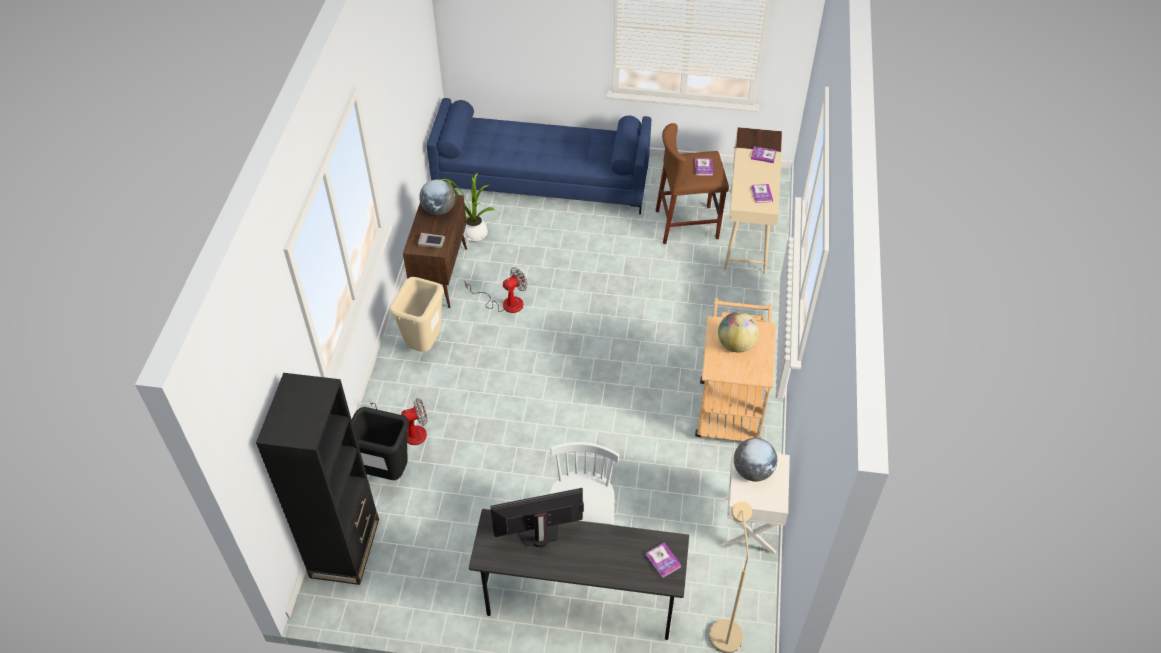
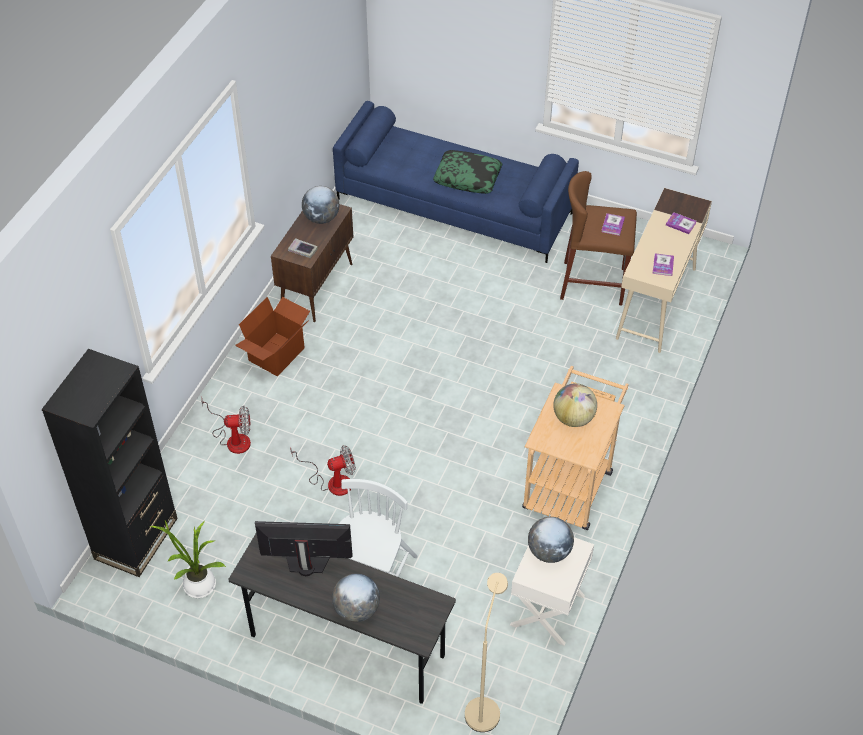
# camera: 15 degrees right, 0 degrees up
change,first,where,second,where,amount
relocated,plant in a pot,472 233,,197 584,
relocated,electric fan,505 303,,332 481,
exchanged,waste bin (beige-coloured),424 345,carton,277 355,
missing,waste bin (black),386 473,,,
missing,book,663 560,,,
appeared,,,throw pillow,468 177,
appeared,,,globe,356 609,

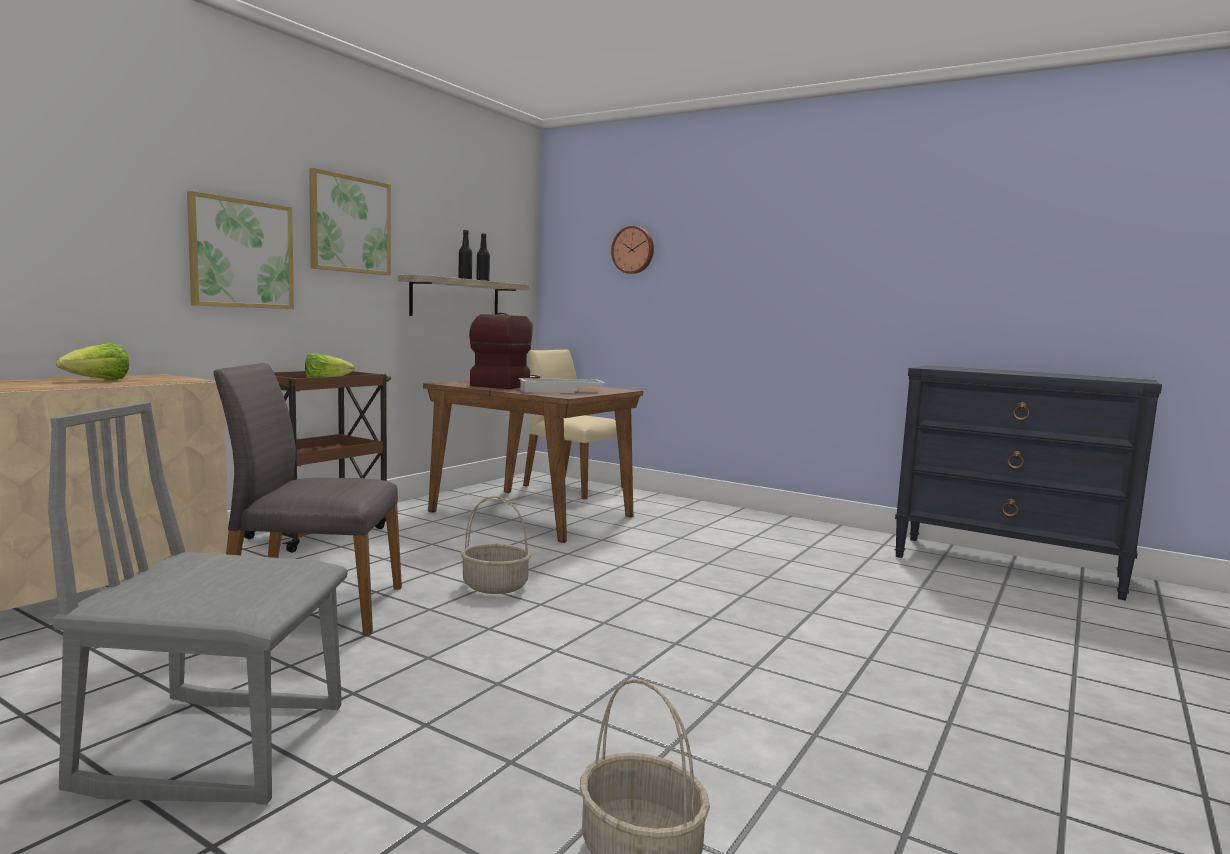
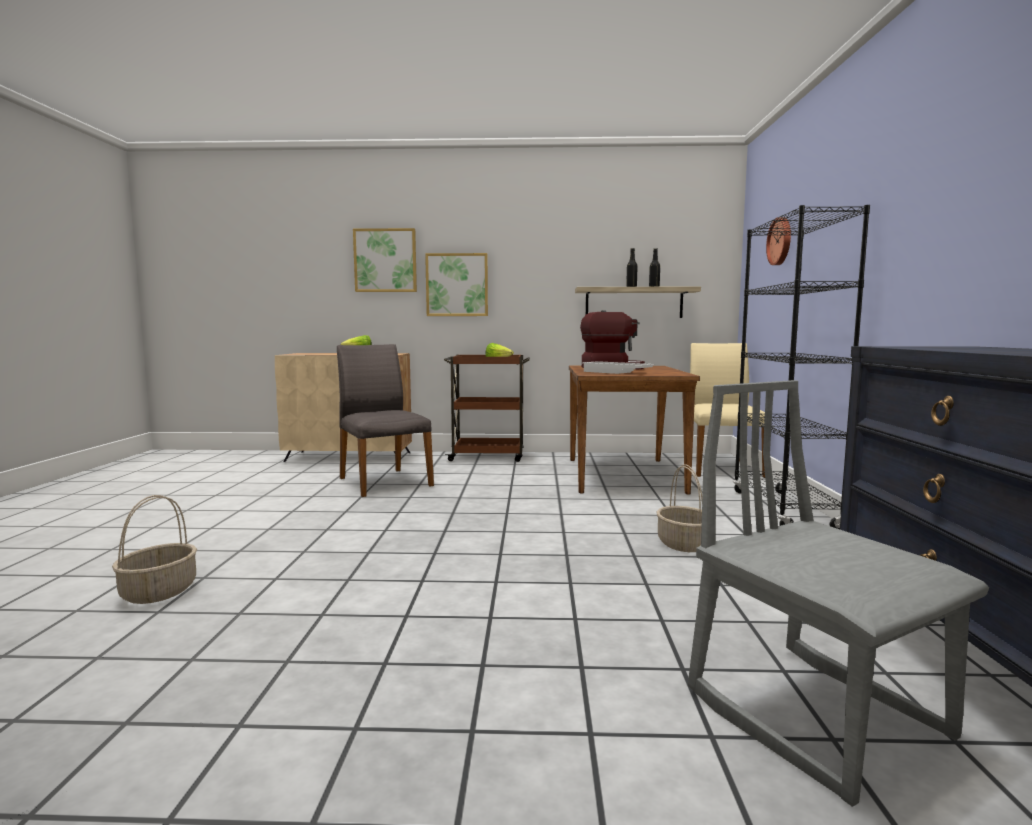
# camera: 60 degrees right, 0 degrees up
change,first,where,second,where,amount
relocated,wall art,350 224,,385 260,
relocated,upright chair (grey),217 746,,817 713,
relocated,storage basket,496 586,,684 544,
appeared,,,bookshelf (black),783 510,

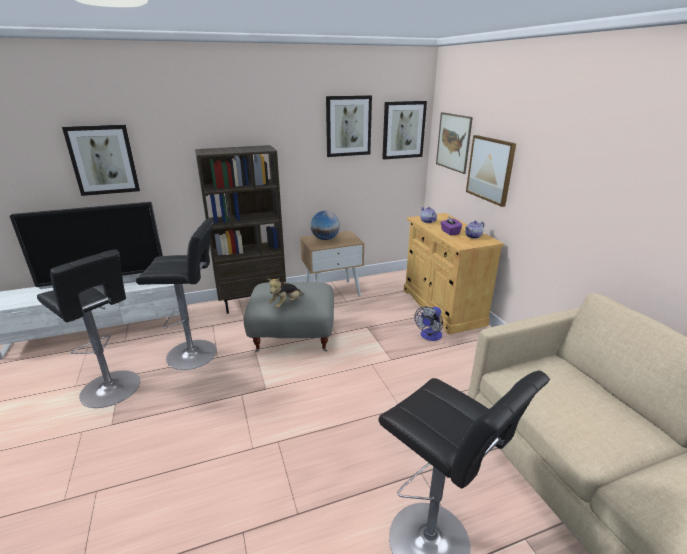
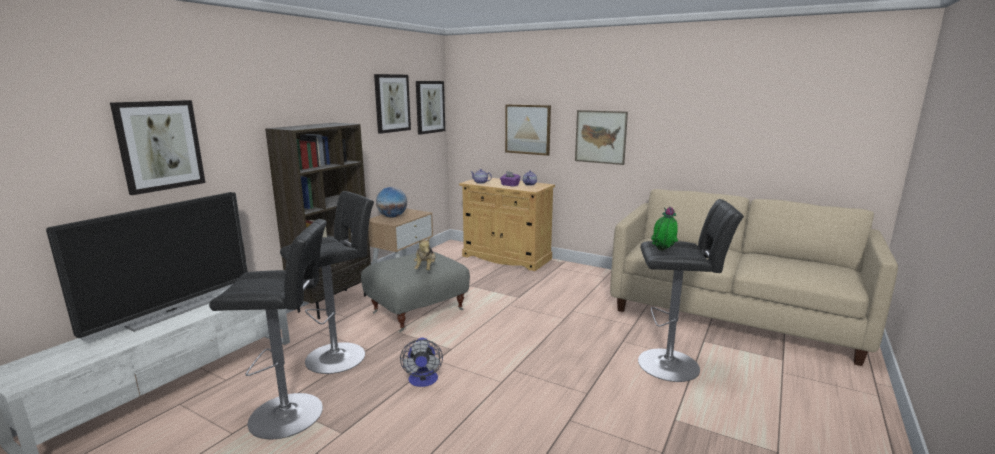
# camera: 40 degrees left, 10 degrees down
change,first,where,second,where,amount
relocated,wall art,453 142,,600 137,
relocated,electric fan,429 336,,423 381,
appeared,,,plant in a pot,663 251,

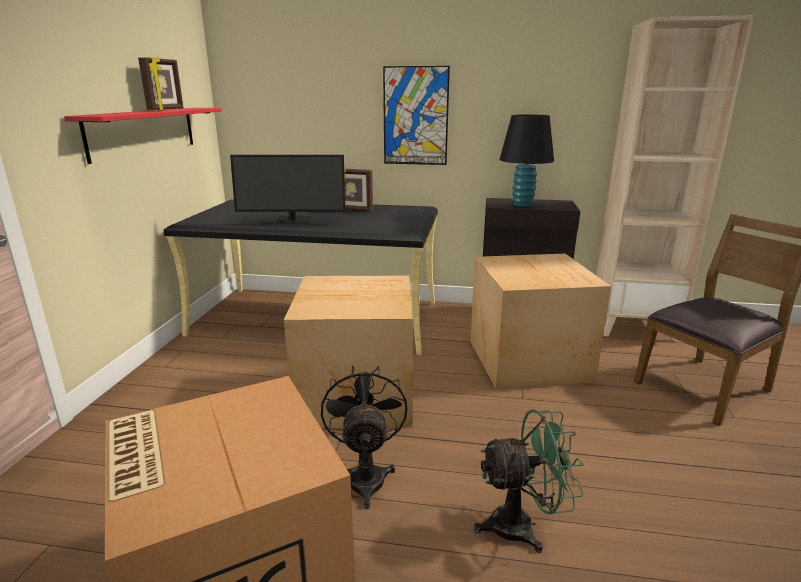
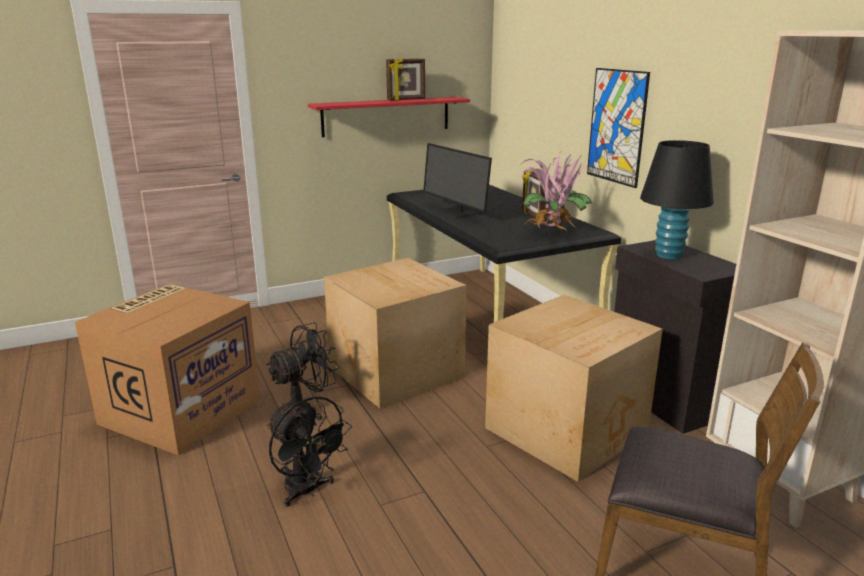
# camera: 55 degrees right, 0 degrees up
change,first,where,second,where,amount
colour,electric fan (green),522 526,electric fan (black),307 491,
appeared,,,plant in a pot,551 233,

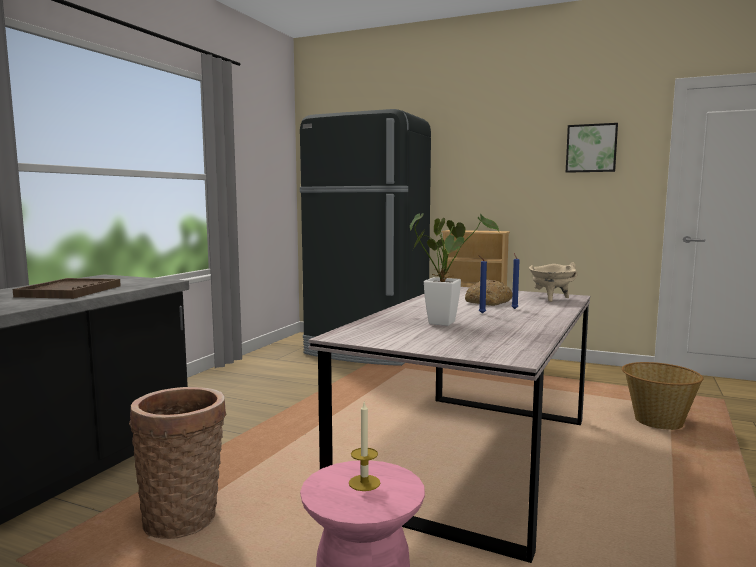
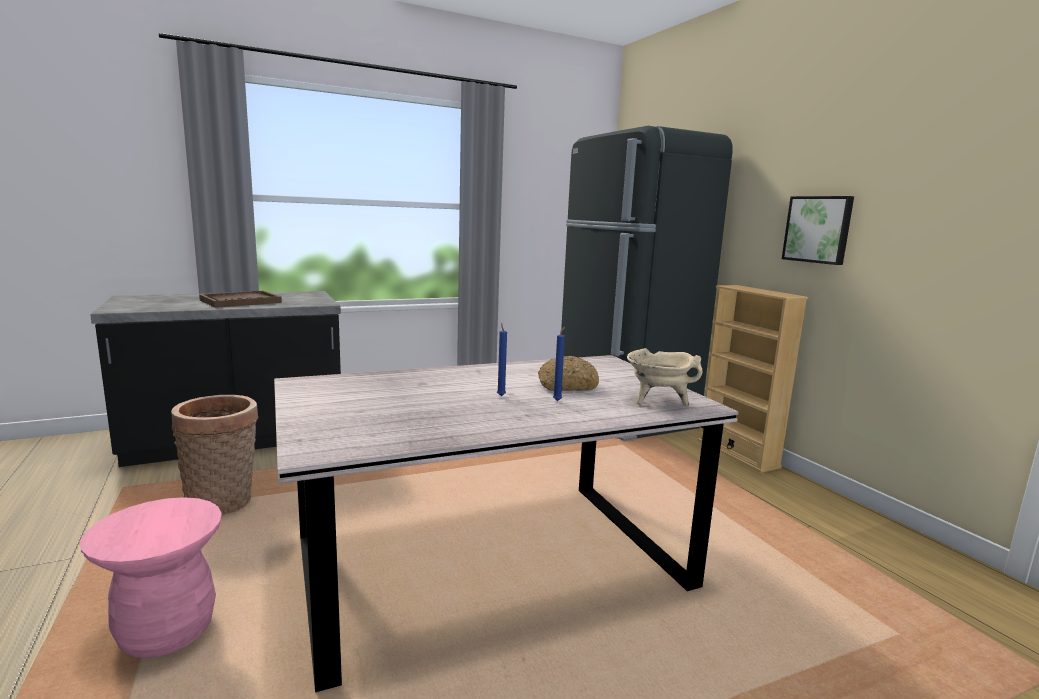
# camera: 40 degrees right, 5 degrees up
change,first,where,second,where,amount
relocated,wall art,591 148,,818 229,
missing,plant in a pot,444 322,,,
missing,storage basket,657 421,,,
missing,wax light,364 483,,,

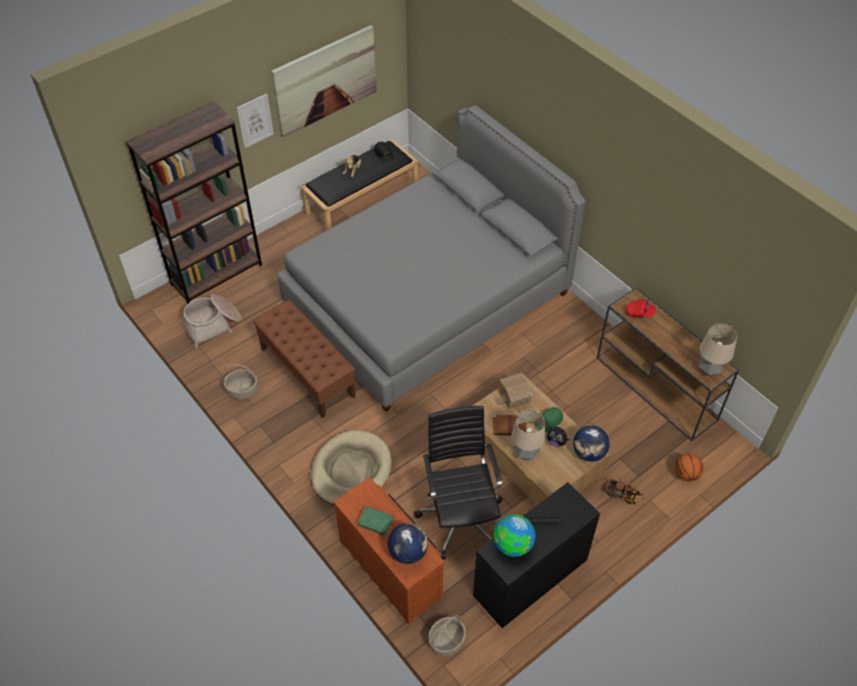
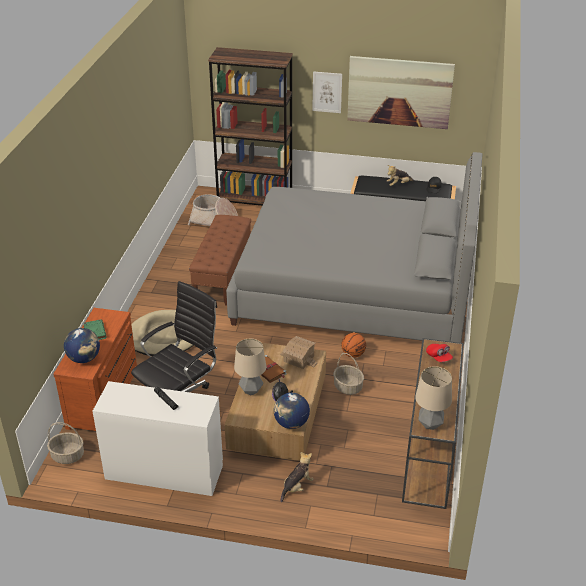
# camera: 50 degrees right, 15 degrees down
change,first,where,second,where,amount
relocated,storage basket,242 390,,347 387,
missing,baseball cap (green),548 421,,,
relocated,ball for basketball,686 474,,353 354,
exchanged,toy truck,623 496,plush toy,297 487,
colour,desk (black),530 578,desk (white),164 472,
missing,globe,513 545,,,

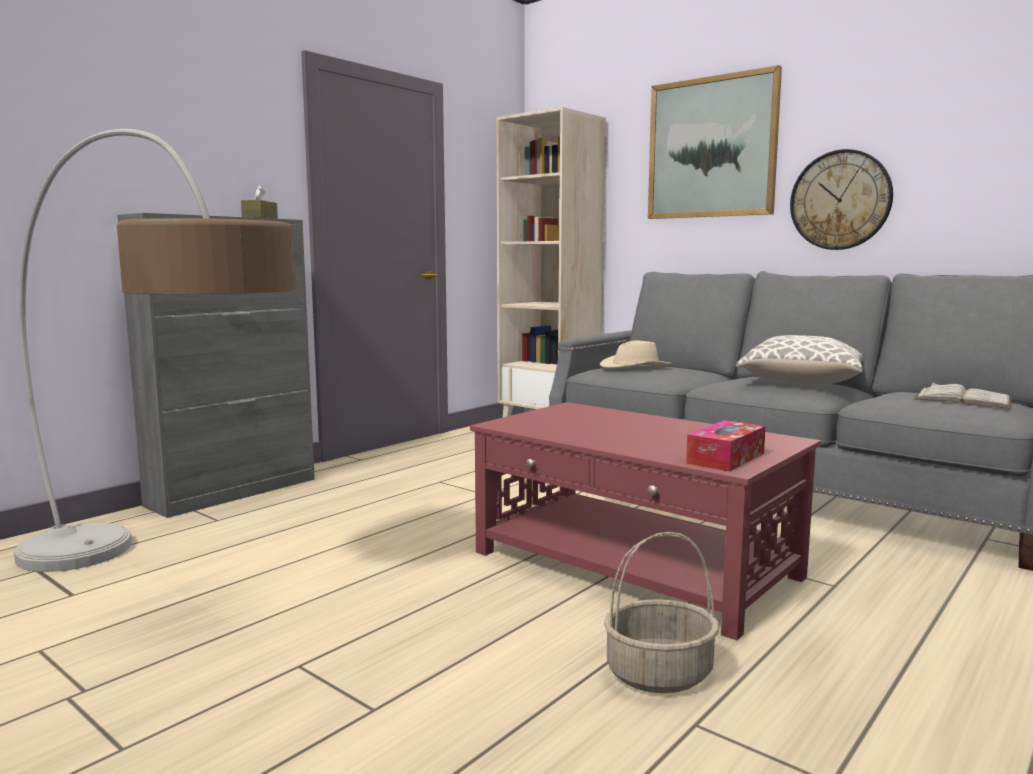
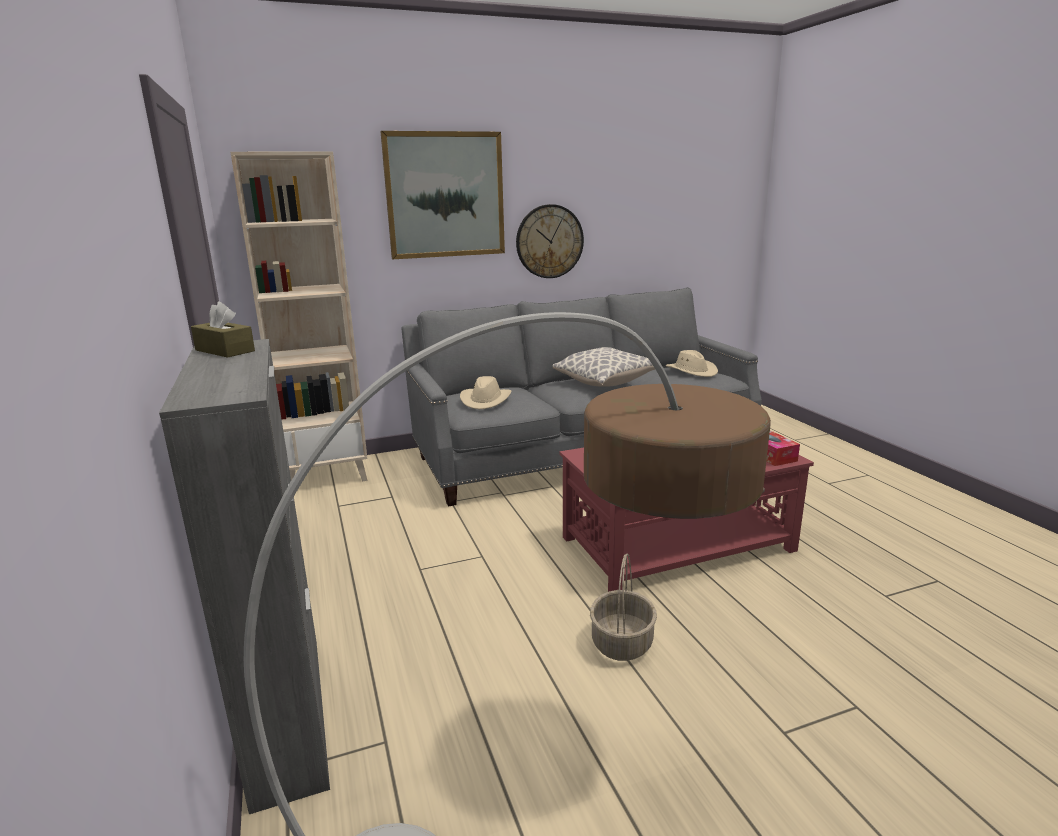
# camera: 60 degrees left, 10 degrees up
change,first,where,second,where,amount
exchanged,book (white),962 399,clothing hat (beige-coloured),692 371,
relocated,storage basket,658 674,,622 643,

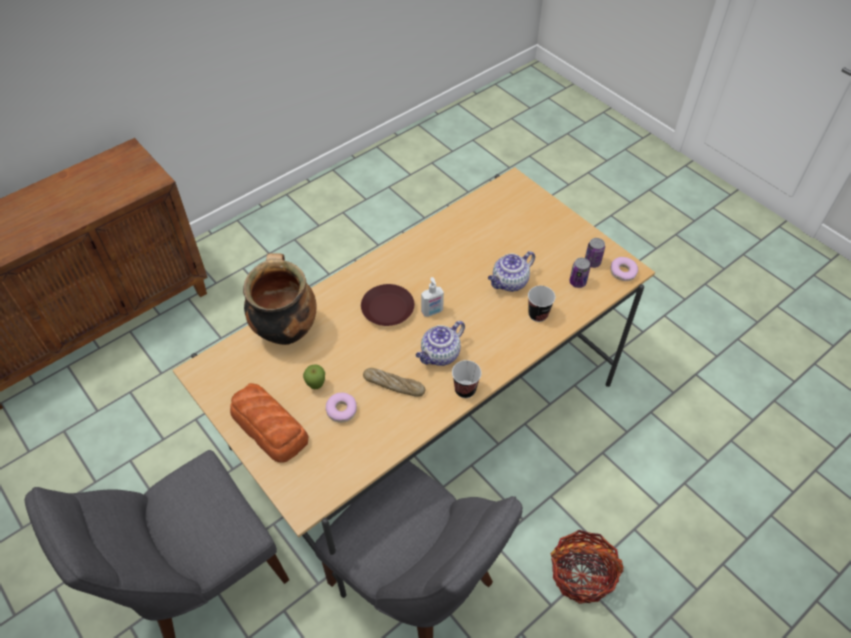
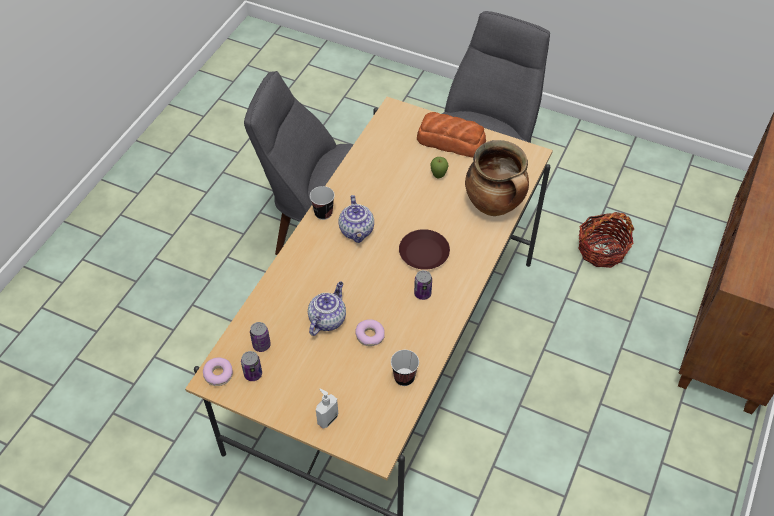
# camera: 155 degrees right, 0 degrees up
change,first,where,second,where,amount
relocated,soap dispenser,432 312,,327 419,
relocated,small cup,538 314,,404 377,
spun,pot for tea,440 355,,357 231,150 degrees clockwise
missing,bread,394 385,,,
relocated,donut,341 410,,370 336,
relocated,storage basket,581 574,,601 250,
appeared,,,metal can,422 293,

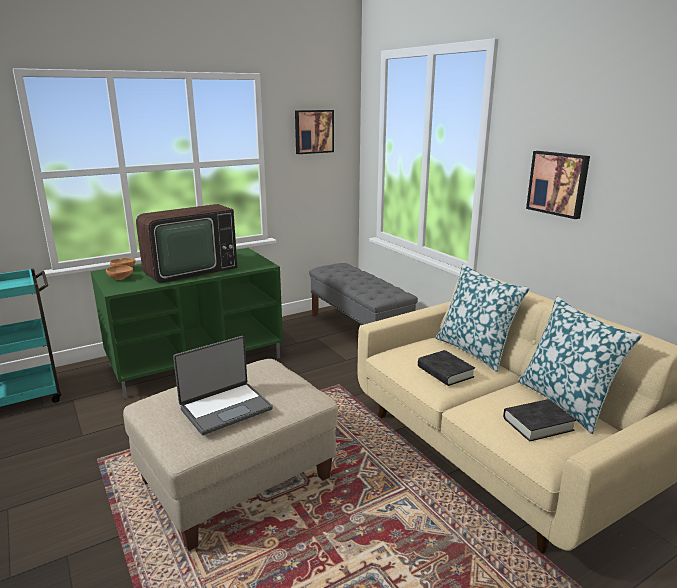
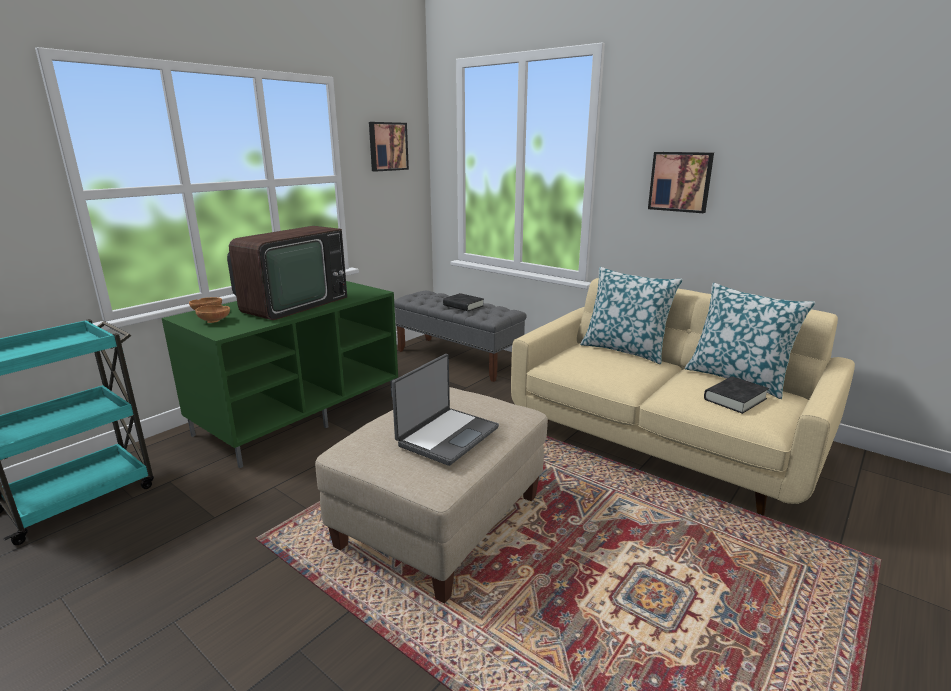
# camera: 20 degrees left, 0 degrees up
change,first,where,second,where,amount
relocated,book (black),445 372,,463 306,

